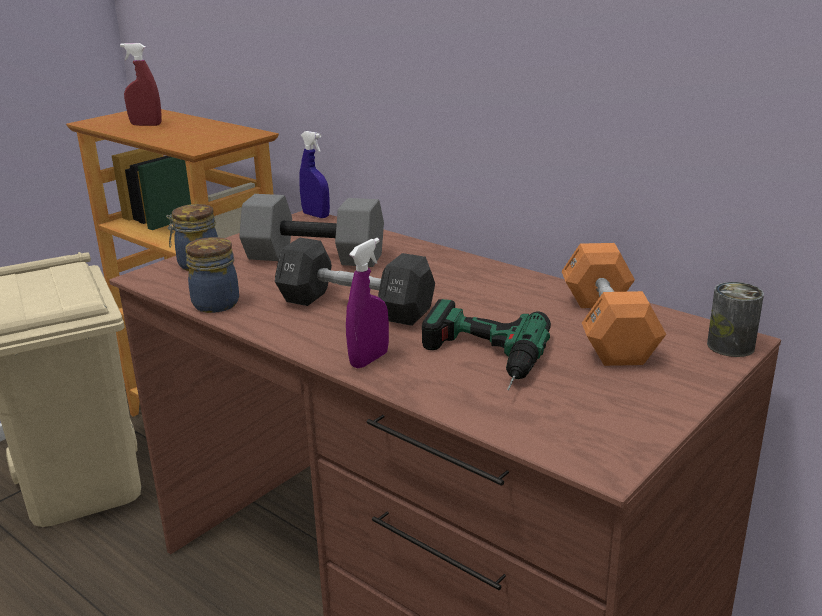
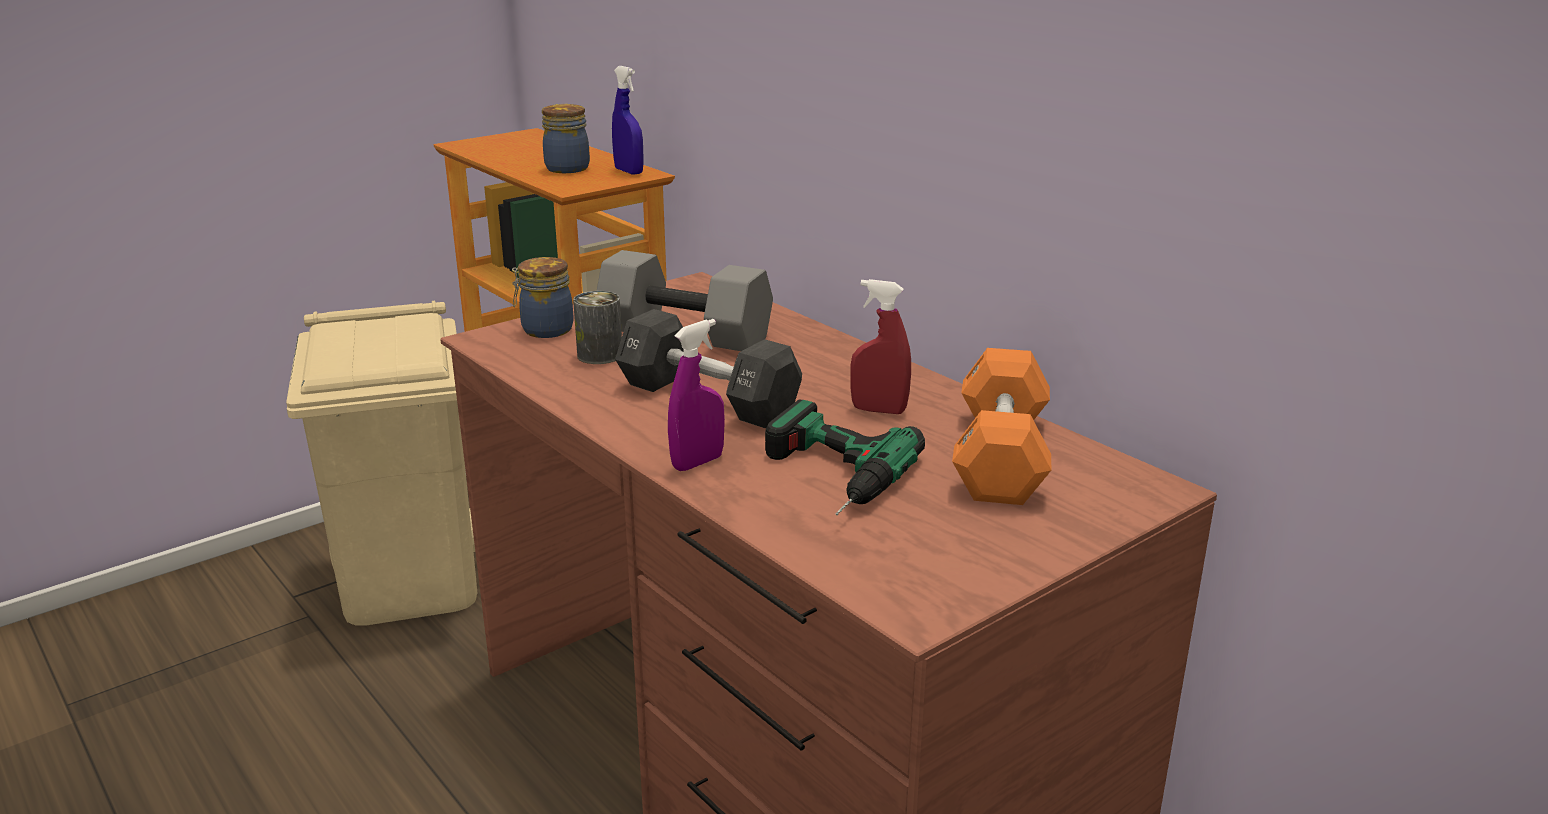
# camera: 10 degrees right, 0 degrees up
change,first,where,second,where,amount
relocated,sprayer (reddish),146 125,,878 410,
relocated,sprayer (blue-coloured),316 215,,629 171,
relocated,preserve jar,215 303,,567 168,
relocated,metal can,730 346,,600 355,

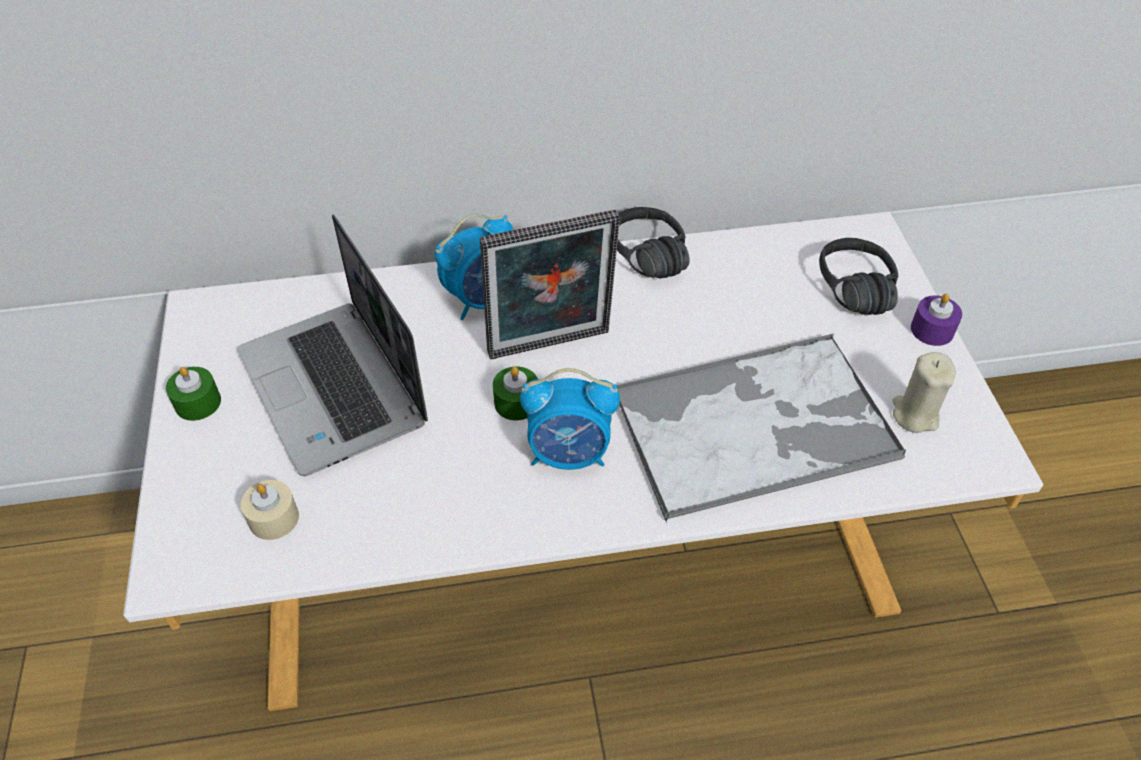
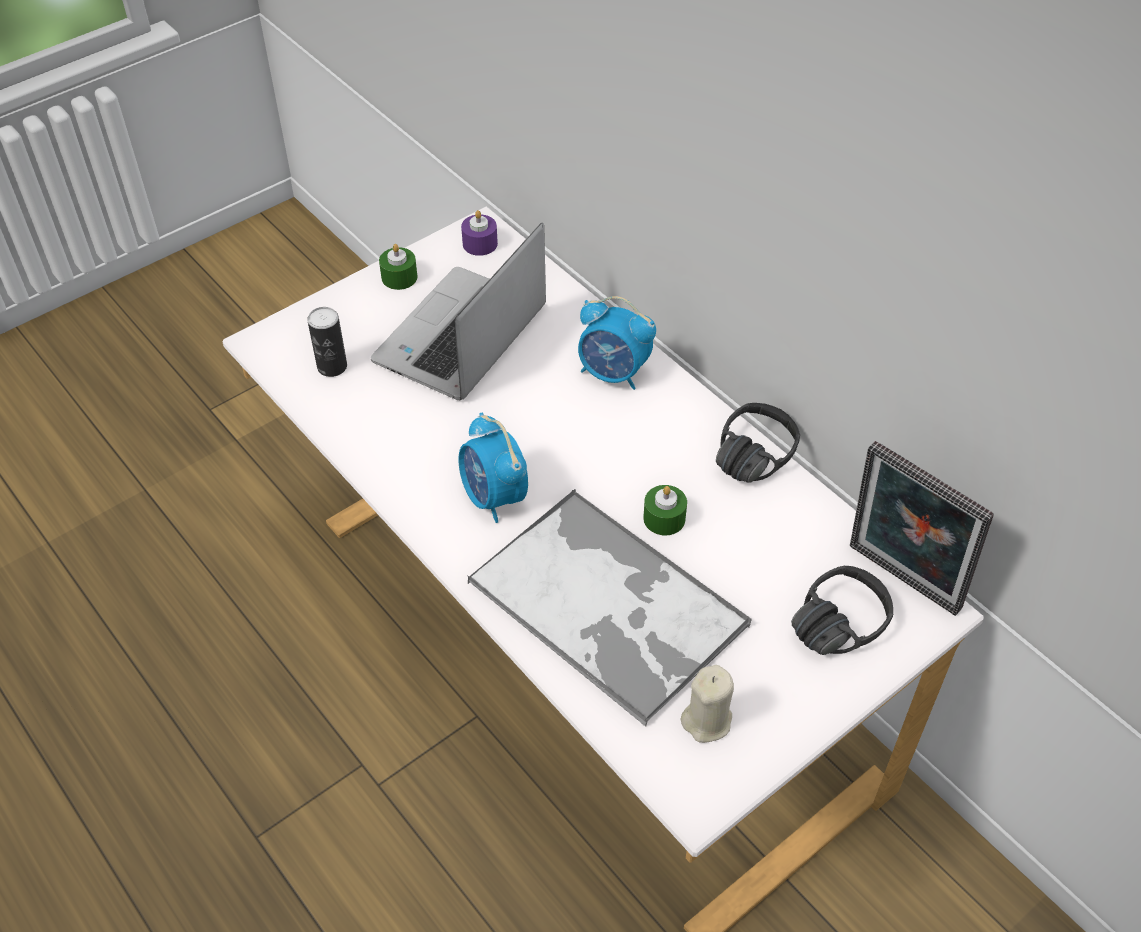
# camera: 60 degrees right, 0 degrees up
change,first,where,second,where,amount
relocated,standing frame,550 348,,899 582,
relocated,wax light (purplish),932 330,,480 244,
relocated,wax light (green),516 402,,664 518,
exchanged,wax light (beige-coloured),274 518,metal can,332 366,

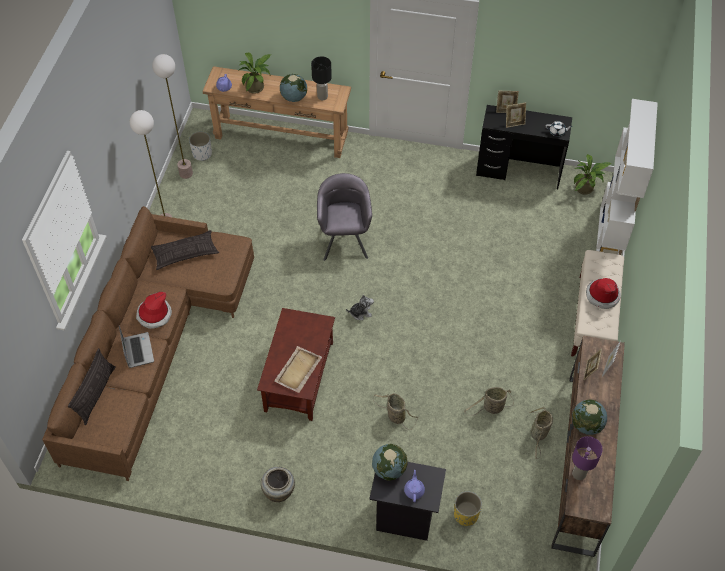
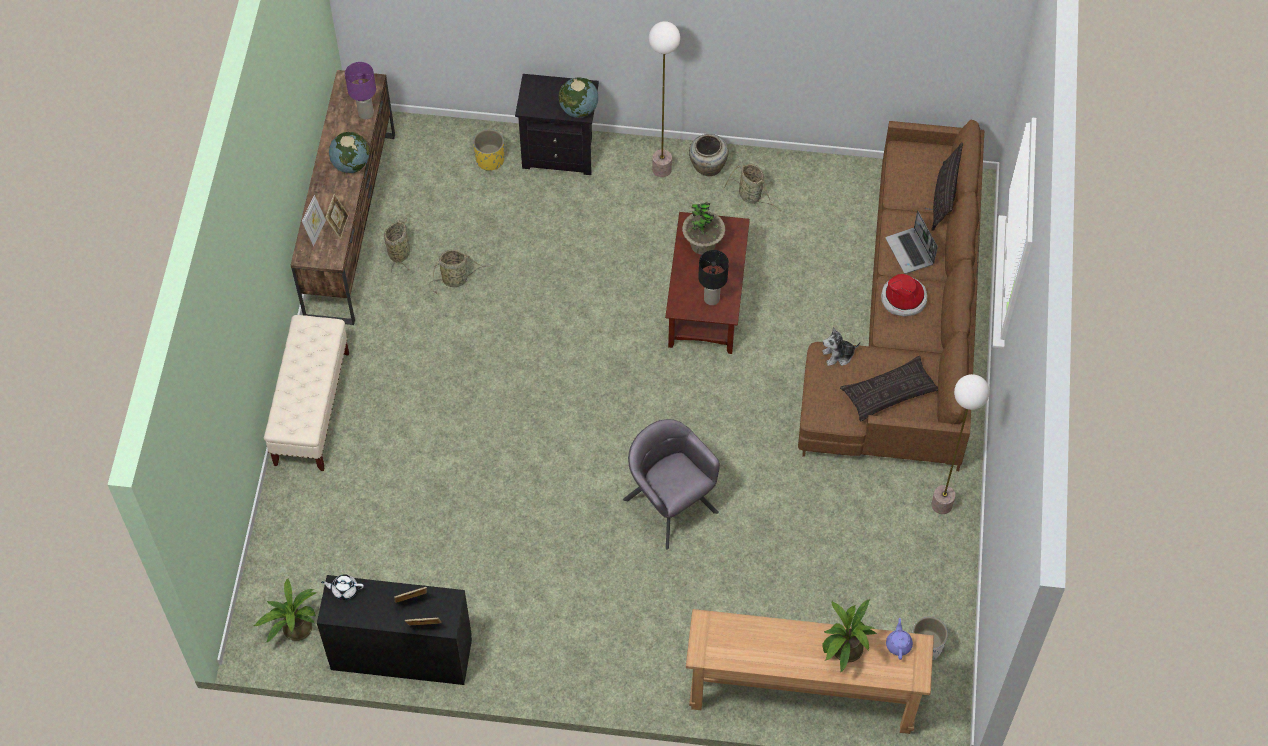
# camera: 175 degrees right, 5 degrees up
change,first,where,second,where,amount
relocated,standing lamp,186 173,,661 169,
relocated,lamp for a table (black),322 96,,711 299,
missing,globe,294 98,,,
missing,bookshelf (white),609 239,,,
spun,lounge chair (grey),345 240,,670 504,150 degrees clockwise
missing,clothing hat,602 295,,,
relocated,plush toy,360 313,,838 355,
exchanged,carrying tray (beige-coloured),298 370,plant in a pot,702 244,
relocated,storage basket,395 415,,751 196,
missing,pot for tea (purplish),414 490,,,

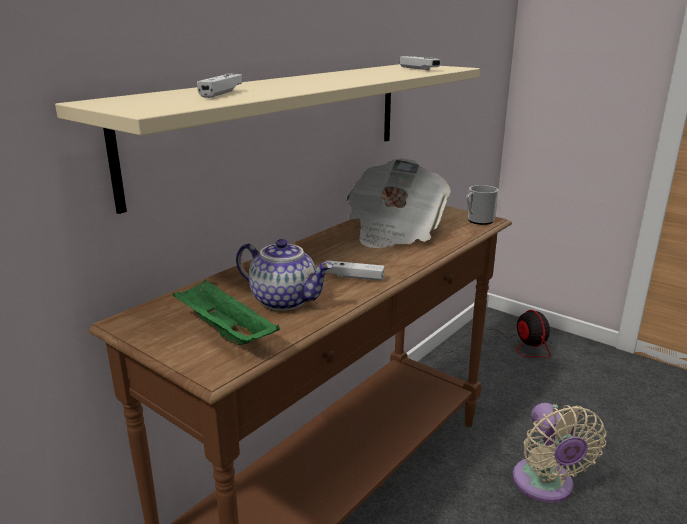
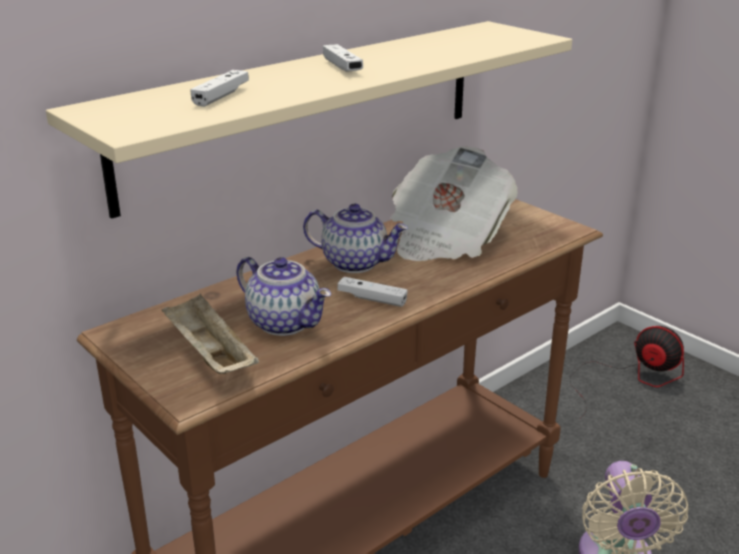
# camera: 10 degrees right, 5 degrees up
change,first,where,second,where,amount
relocated,game controller (white),419 69,,342 67,
missing,mug,478 221,,,
colour,carrying tray (green),223 331,carrying tray (beige-coloured),209 355,
spun,electric fan,510 346,,630 379,45 degrees counterclockwise
appeared,,,pot for tea,356 263,

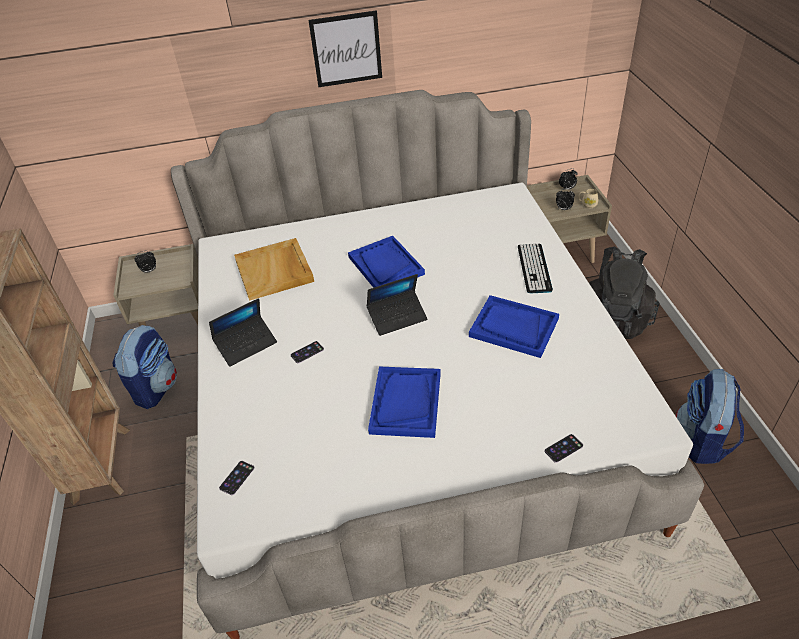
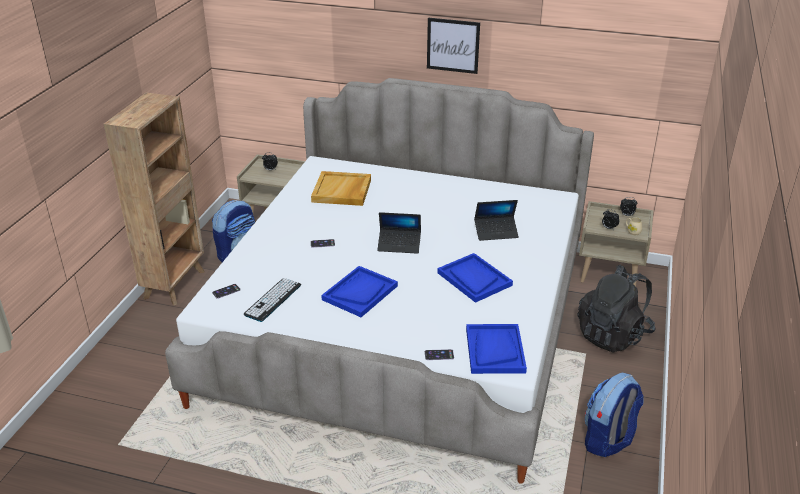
# camera: 25 degrees right, 10 degrees down
change,first,where,second,where,amount
relocated,carrying tray (blue-coloured),385 265,,494 350,
relocated,keyboard,534 268,,273 300,
relocated,portable computer,246 344,,496 232,

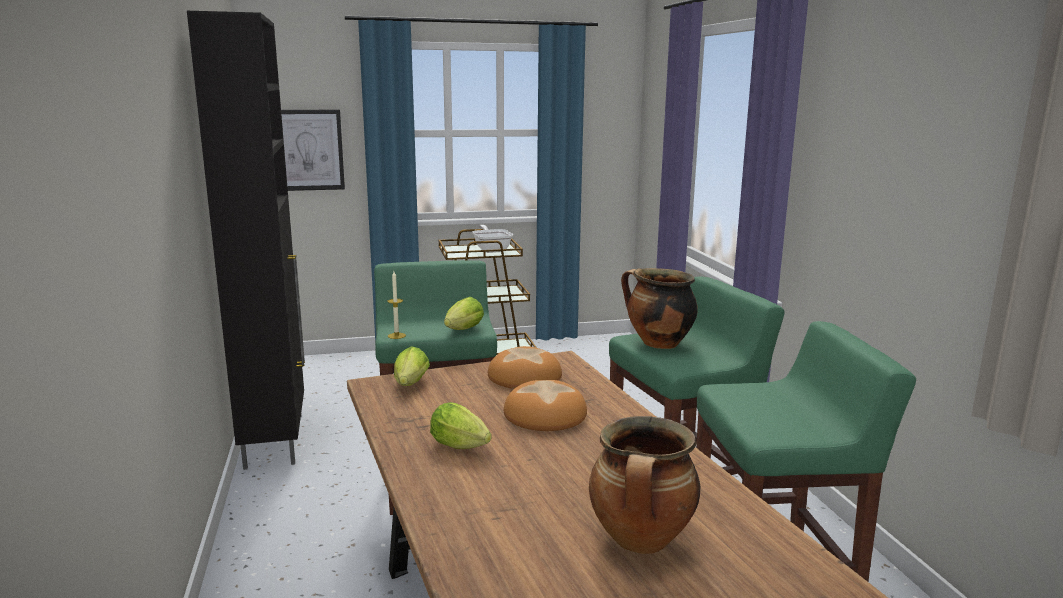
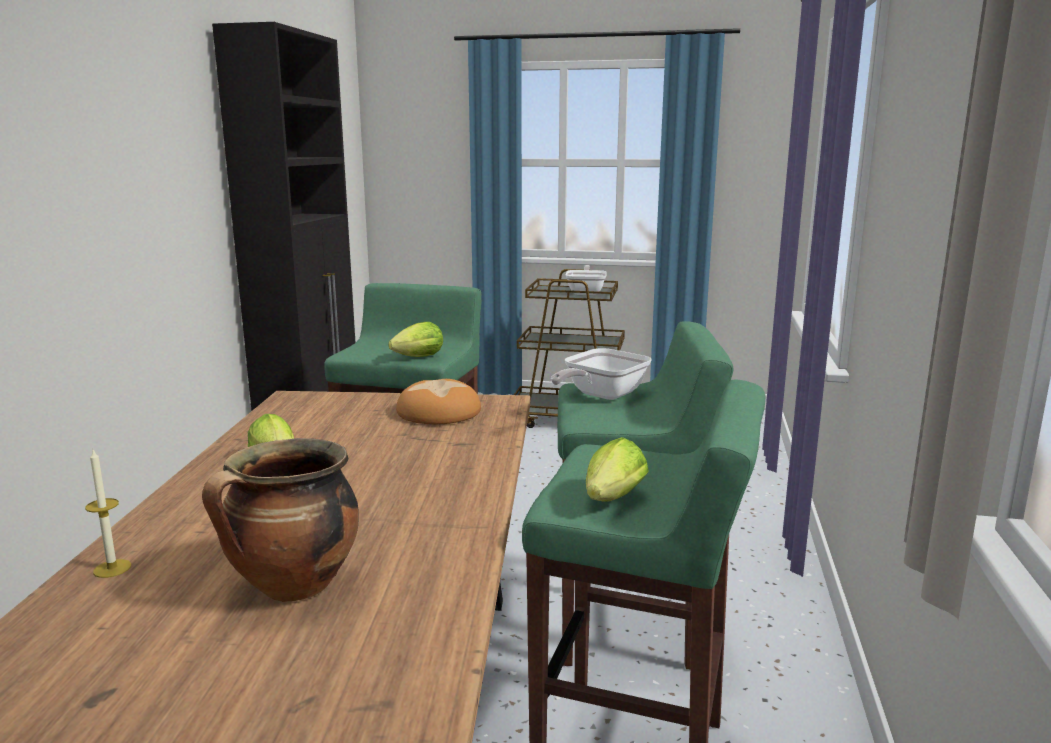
# camera: 25 degrees right, 0 degrees up
change,first,where,second,where,amount
missing,wall art,308 150,,,
exchanged,stockpot,657 344,frying pan,600 395,
relocated,wax light,396 336,,112 568,
relocated,head of lettuce,410 385,,611 501,
missing,bread,544 414,,,

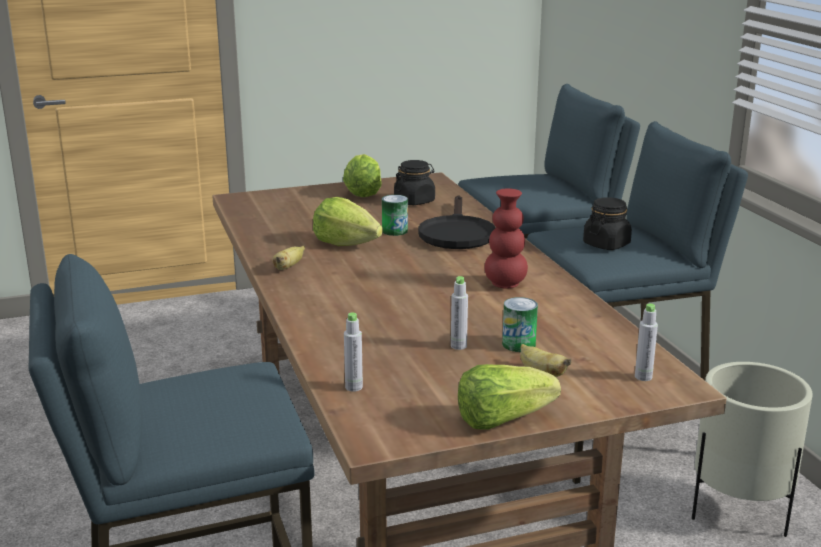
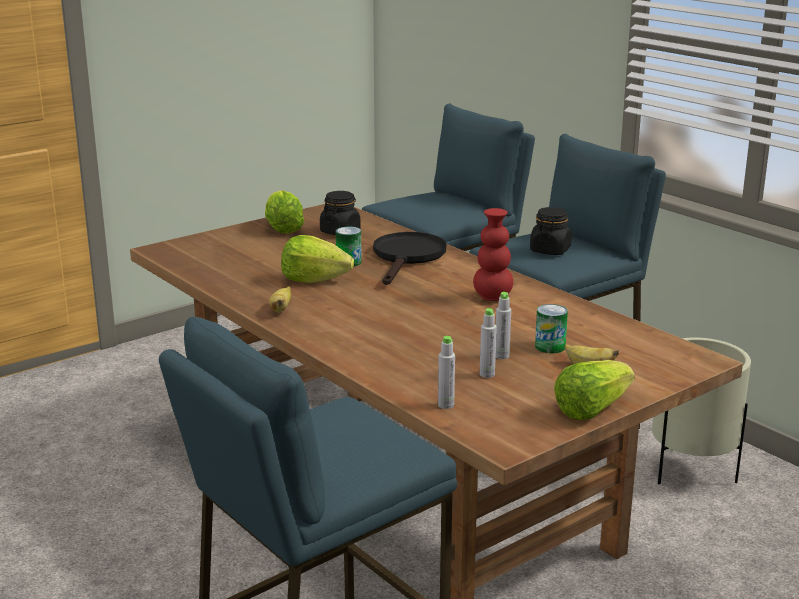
# camera: 20 degrees left, 0 degrees up
change,first,where,second,where,amount
spun,frying pan (black),456 233,,407 257,150 degrees counterclockwise
relocated,bottle (grey),643 377,,487 374,

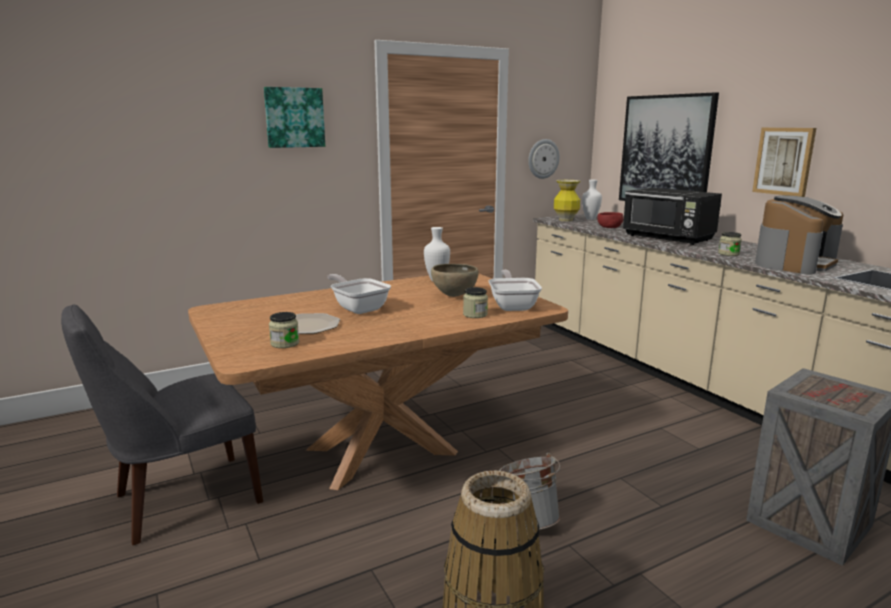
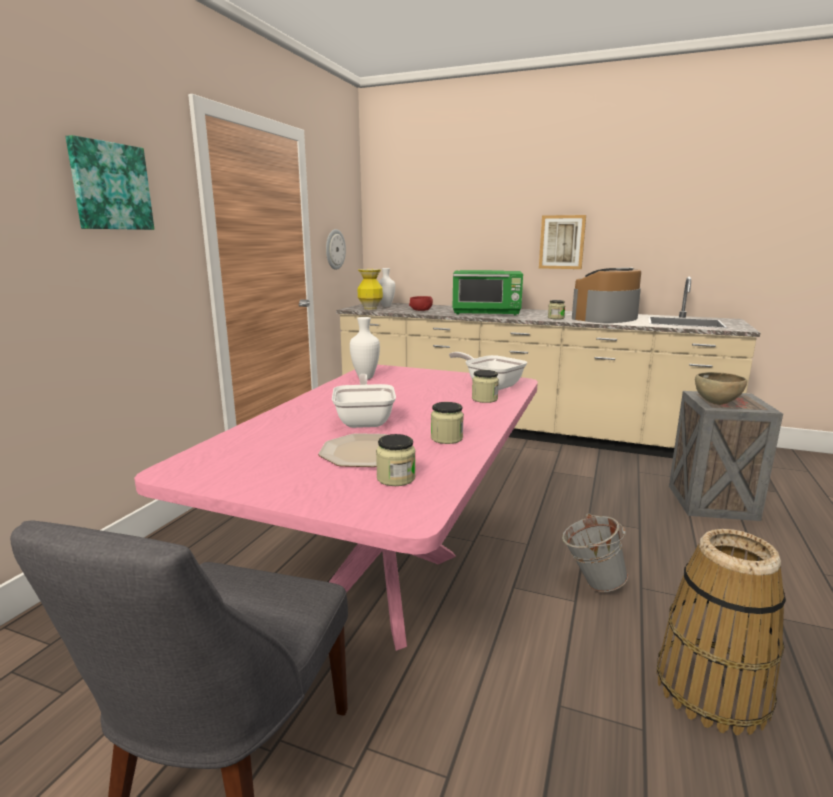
# camera: 40 degrees left, 0 degrees up
change,first,where,second,where,amount
missing,wall art,665 151,,,
colour,kitchen microwave (black),668 238,kitchen microwave (green),487 313,
spun,coffee machine,794 263,,605 318,135 degrees counterclockwise
relocated,deep dish (brown-coloured),454 296,,717 404,
colour,kitchen table (brown-coloured),382 451,kitchen table (pinkish),388 584,
spun,frying pan,358 308,,365 420,75 degrees clockwise
appeared,,,preserve jar,446 438,

